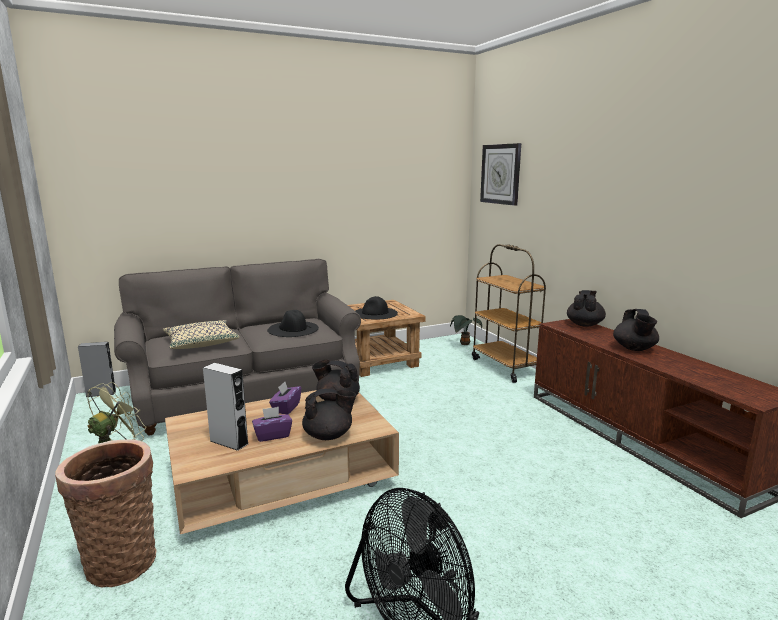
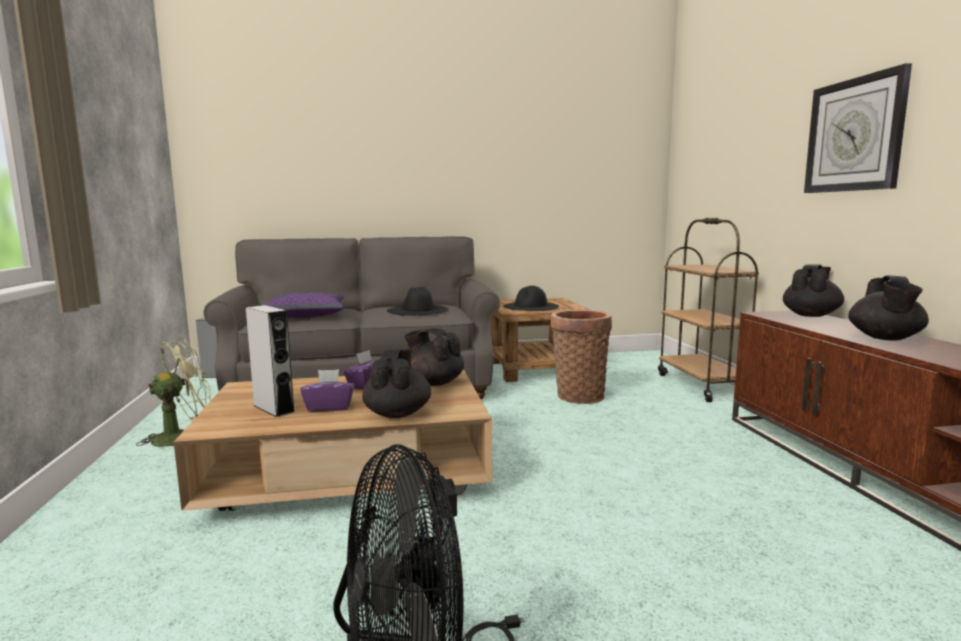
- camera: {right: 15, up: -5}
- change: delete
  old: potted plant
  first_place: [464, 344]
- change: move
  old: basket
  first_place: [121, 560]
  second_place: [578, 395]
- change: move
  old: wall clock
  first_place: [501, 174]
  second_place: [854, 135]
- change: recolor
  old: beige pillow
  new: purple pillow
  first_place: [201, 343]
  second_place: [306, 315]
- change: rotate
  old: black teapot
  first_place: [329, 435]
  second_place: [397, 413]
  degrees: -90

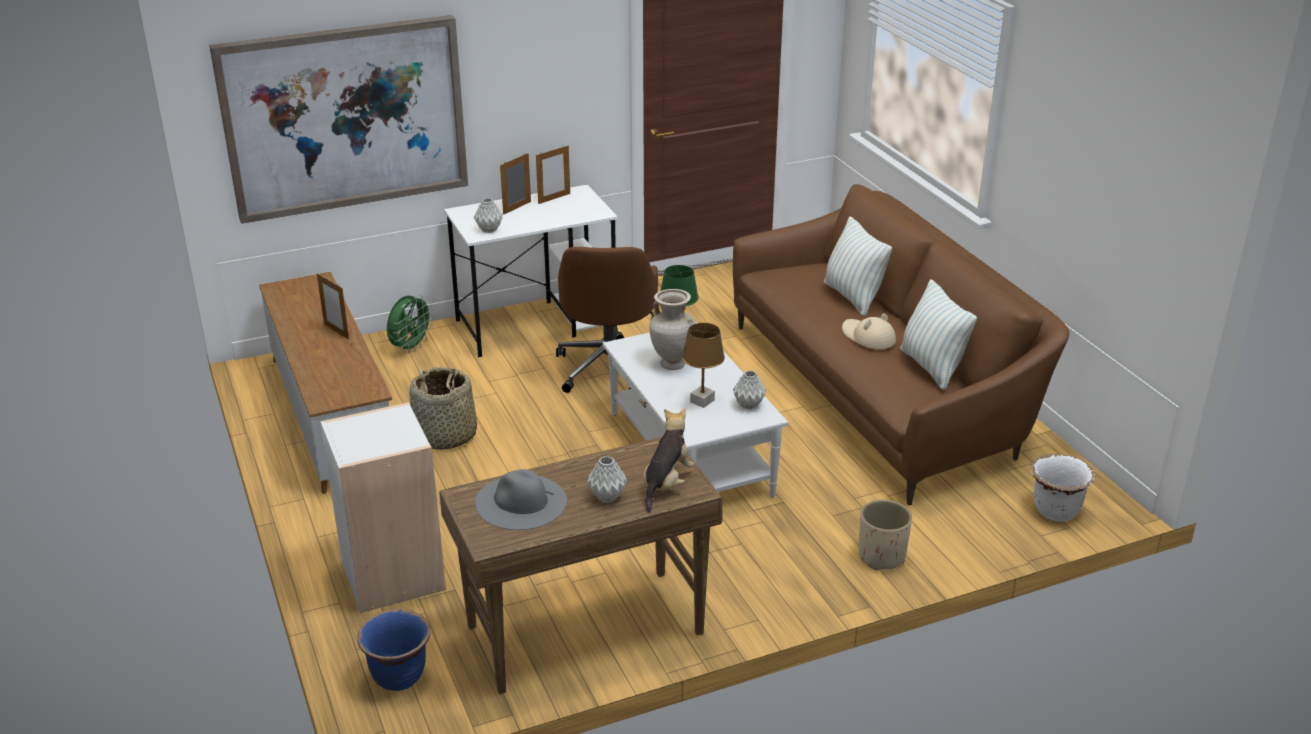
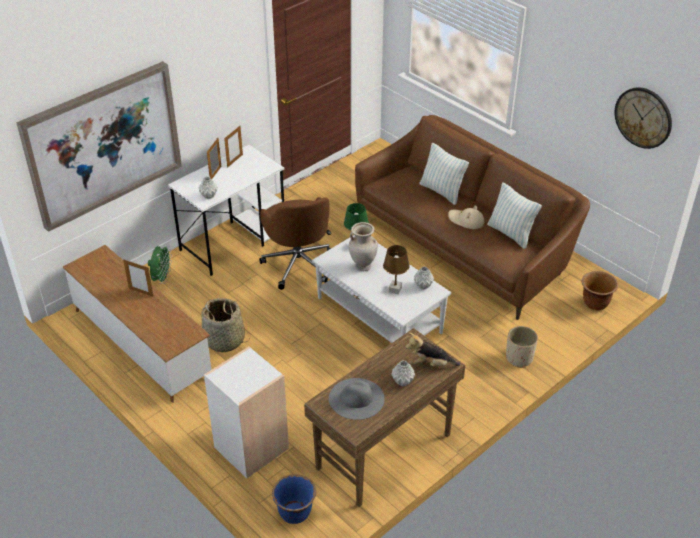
- camera: {right: -20, up: 10}
- change: insert
  new: wall clock
  second_place: [643, 117]
- change: recolor
  old: white planter
  new: brown planter
  first_place: [1055, 511]
  second_place: [595, 303]
- change: rotate
  old: plush toy
  first_place: [666, 484]
  second_place: [430, 364]
  degrees: -90

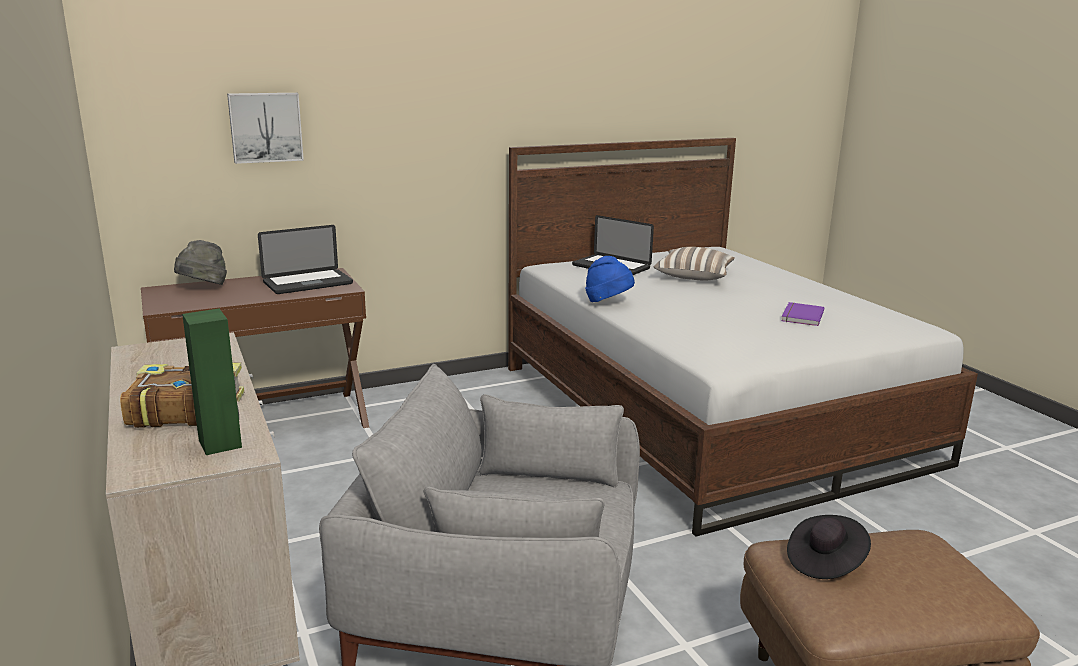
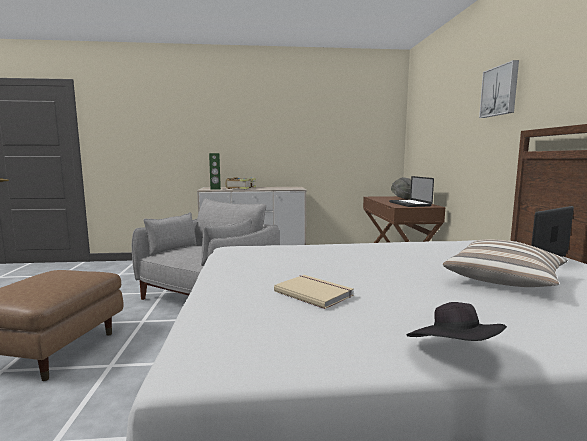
- camera: {right: 110, up: -10}
- change: delete
  old: blue hat
  first_place: [608, 302]
- change: move
  old: picture
  first_place: [265, 127]
  second_place: [500, 91]
- change: move
  old: black hat
  first_place: [825, 562]
  second_place: [454, 354]
- change: recolor
  old: purple book
  new: beige book
  first_place: [800, 316]
  second_place: [314, 293]

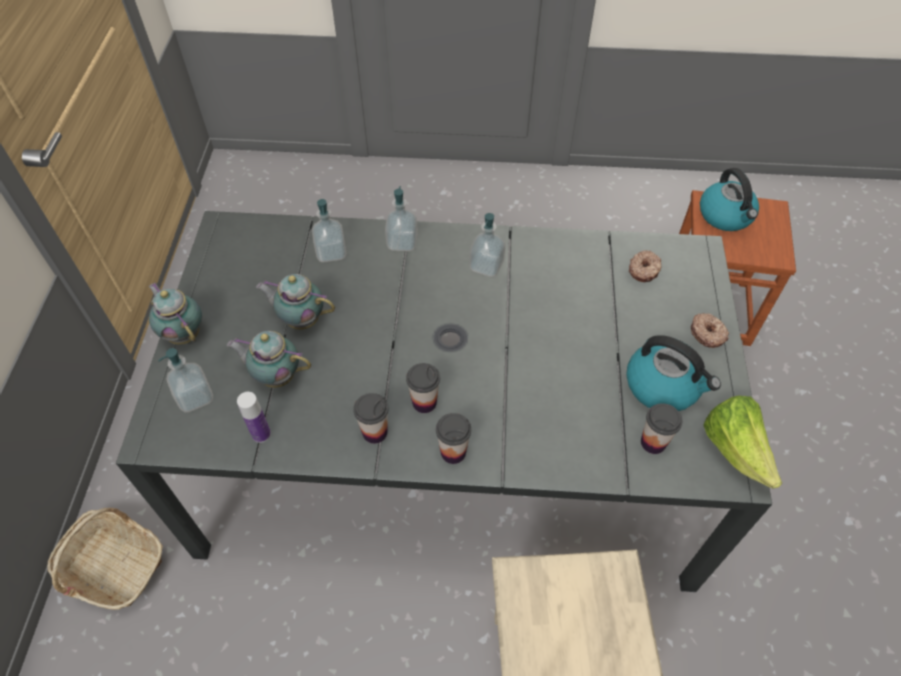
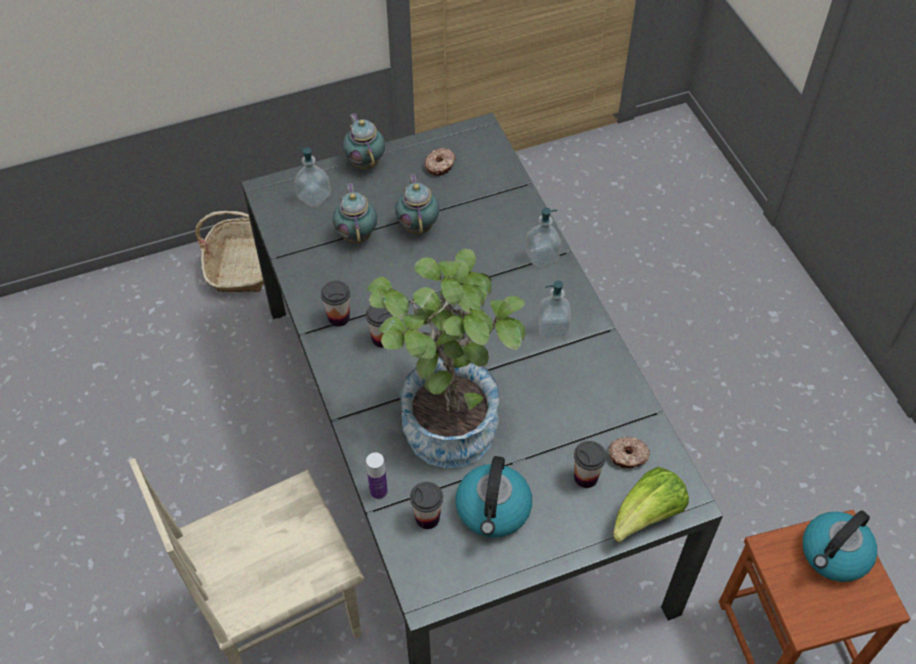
- camera: {right: 65, up: 0}
- change: delete
  old: soap dispenser
  first_place: [331, 252]
- change: insert
  new: potted plant
  second_place: [449, 416]
- change: move
  old: bottle
  first_place: [261, 434]
  second_place: [378, 491]
- change: move
  old: cup
  first_place: [453, 452]
  second_place: [586, 477]
- change: move
  old: donut
  first_place: [707, 333]
  second_place: [440, 165]
- change: move
  old: lettuce
  first_place: [735, 450]
  second_place: [646, 516]
- change: rotate
  old: teapot
  first_place: [183, 333]
  second_place: [365, 162]
  degrees: -45

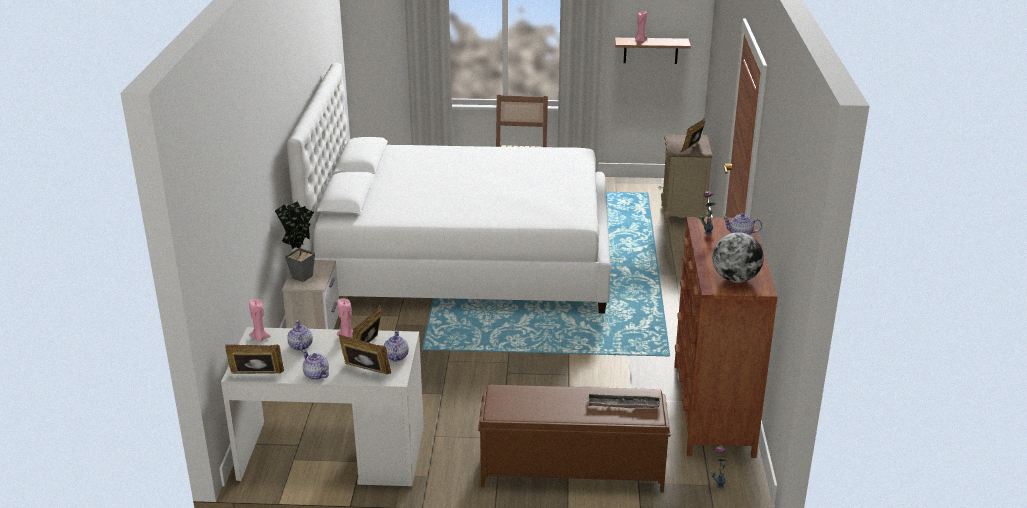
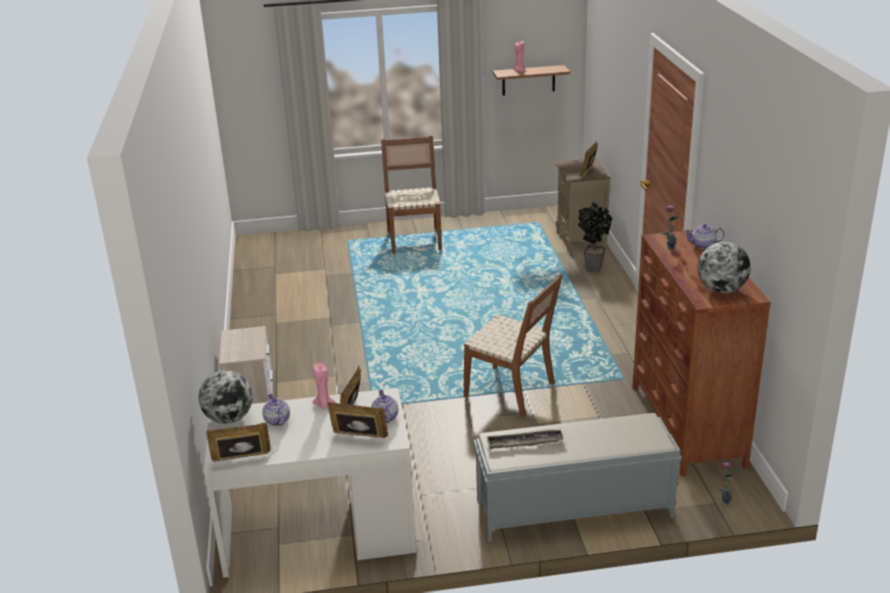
- camera: {right: -10, up: 0}
- change: delete
  old: white bed
  first_place: [462, 259]
- change: delete
  old: teapot
  first_place: [316, 374]
- change: insert
  new: chair
  second_place: [512, 392]
- change: move
  old: potted plant
  first_place: [301, 275]
  second_place: [591, 267]
- change: move
  old: tray
  first_place: [623, 404]
  second_place: [524, 442]
- change: replace
  old: pink candle
  new: globe
  first_place: [260, 338]
  second_place: [229, 418]
- change: recolor
  old: brown bench
  new: grey bench
  first_place: [570, 469]
  second_place: [572, 509]

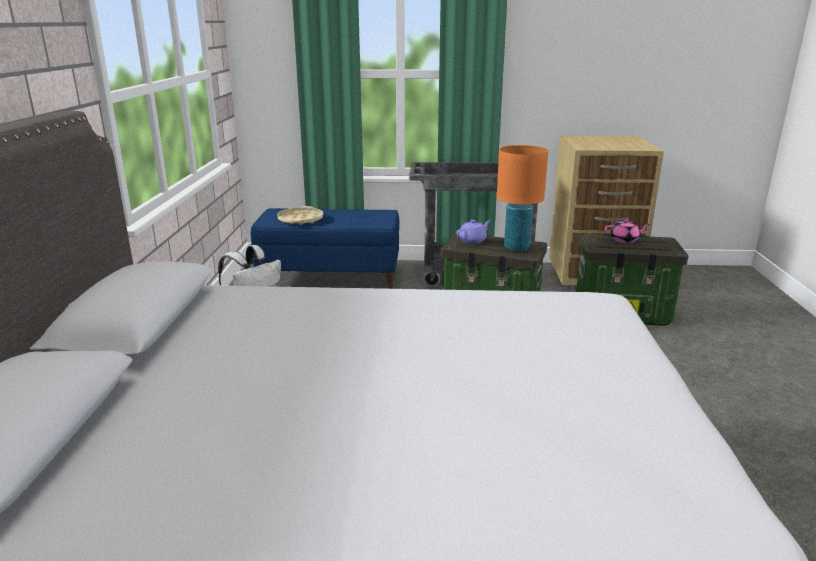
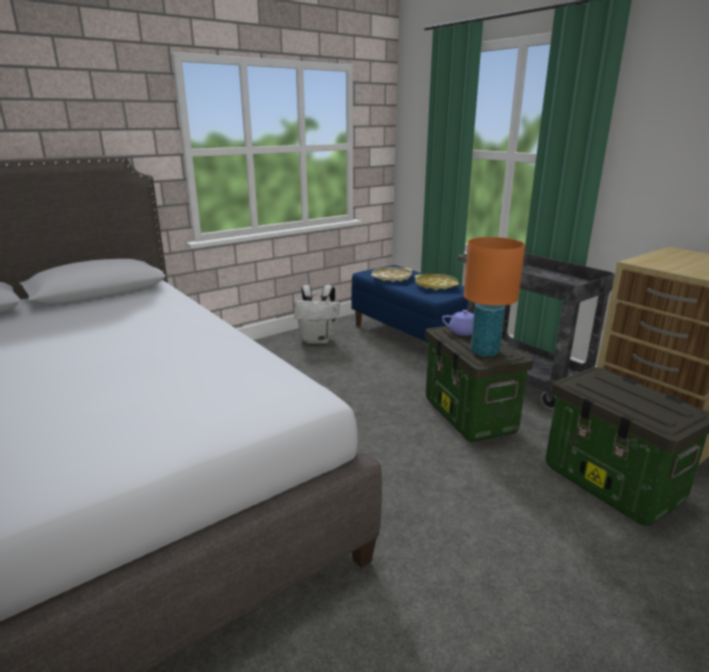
- camera: {right: 50, up: 0}
- change: delete
  old: pink teapot
  first_place: [624, 240]
- change: insert
  new: yellow tray
  second_place: [436, 285]

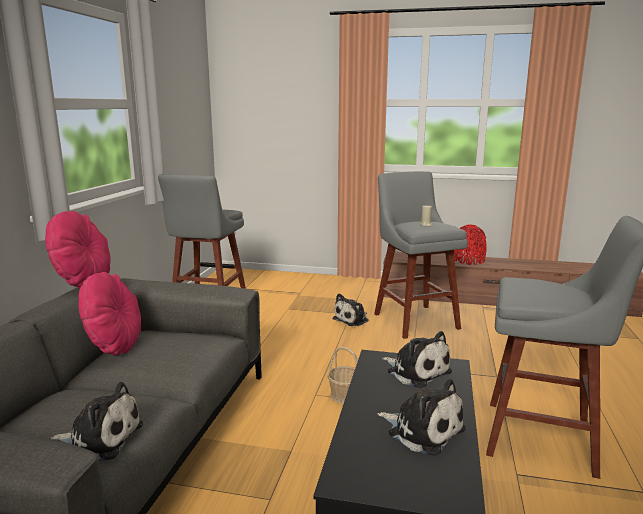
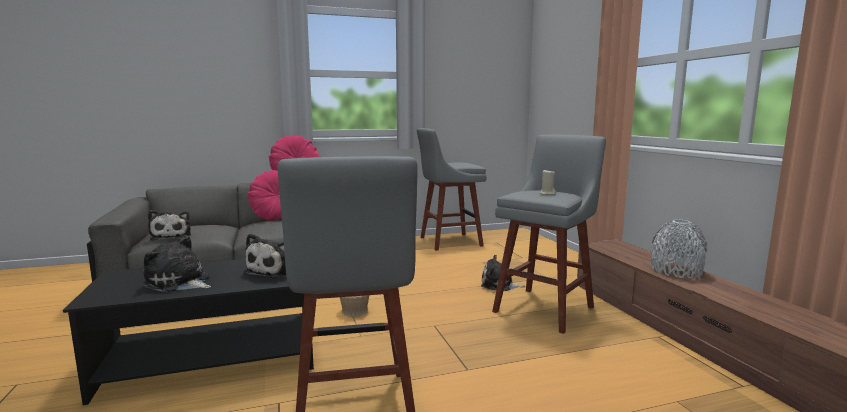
- camera: {right: 60, up: -5}
- change: recolor
  old: red vase
  new: grey vase
  first_place: [468, 260]
  second_place: [676, 270]
- change: rotate
  old: plush toy
  first_place: [422, 430]
  second_place: [179, 283]
  degrees: 105

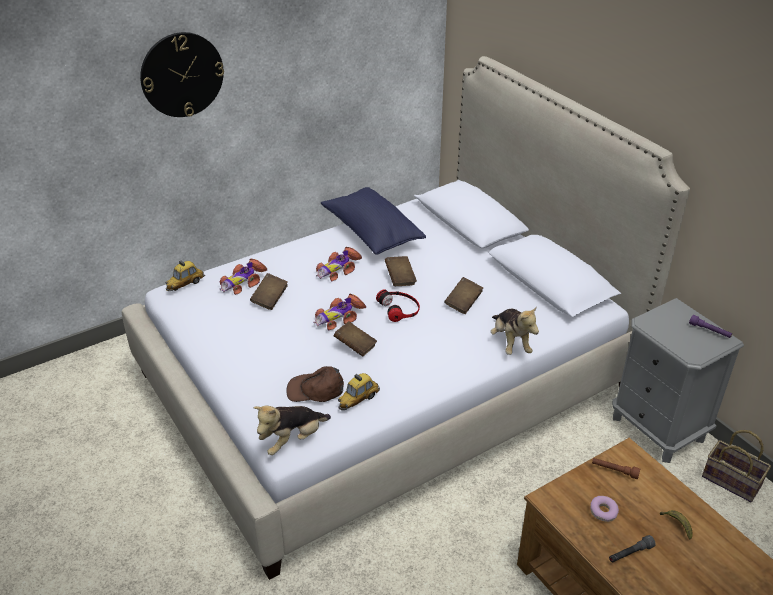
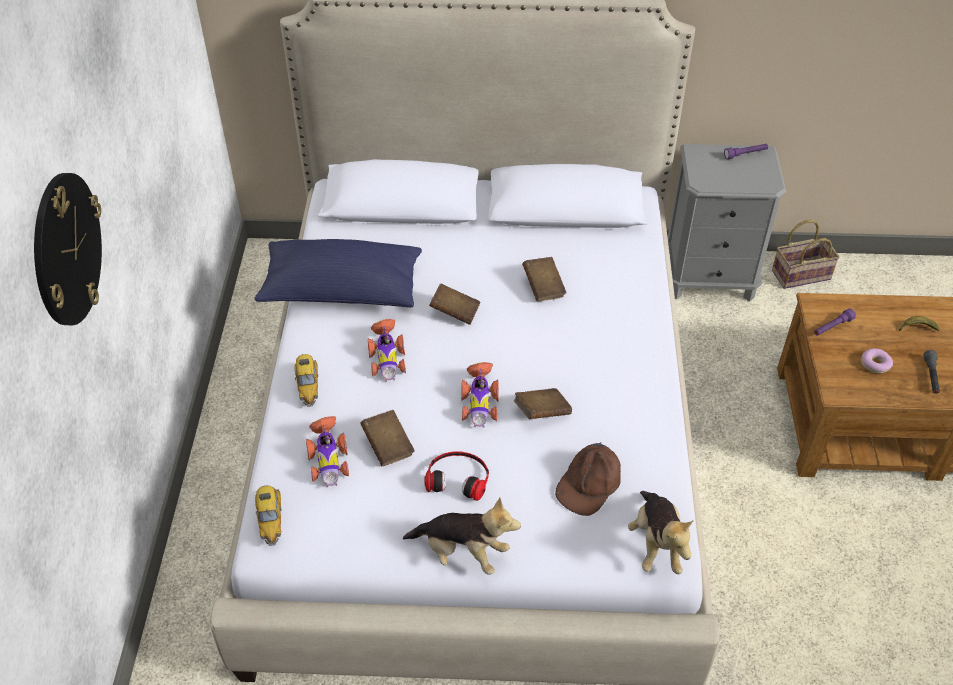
- camera: {right: -55, up: 10}
- change: move
  old: toy car
  first_place: [358, 400]
  second_place: [308, 387]
- change: move
  old: headphones
  first_place: [400, 308]
  second_place: [458, 477]
- change: move
  old: plush toy
  first_place: [510, 342]
  second_place: [462, 553]
- change: recolor
  old: brown flashlight
  new: purple flashlight
  first_place: [614, 471]
  second_place: [832, 327]

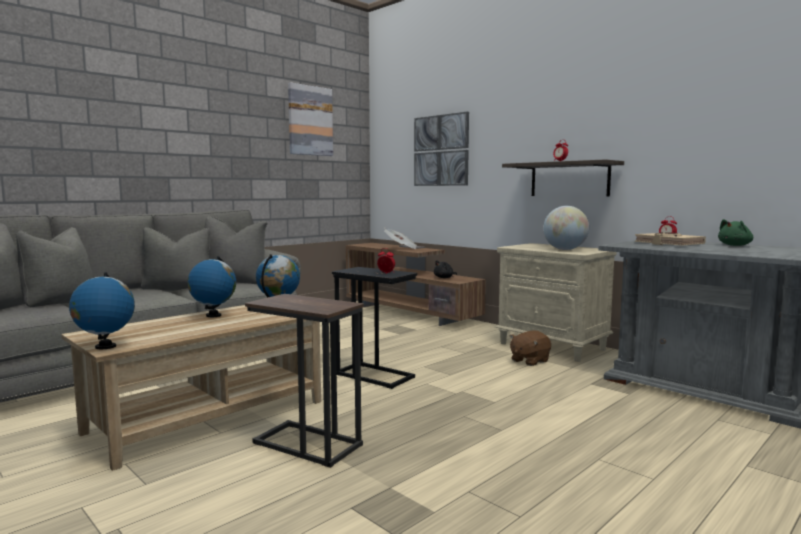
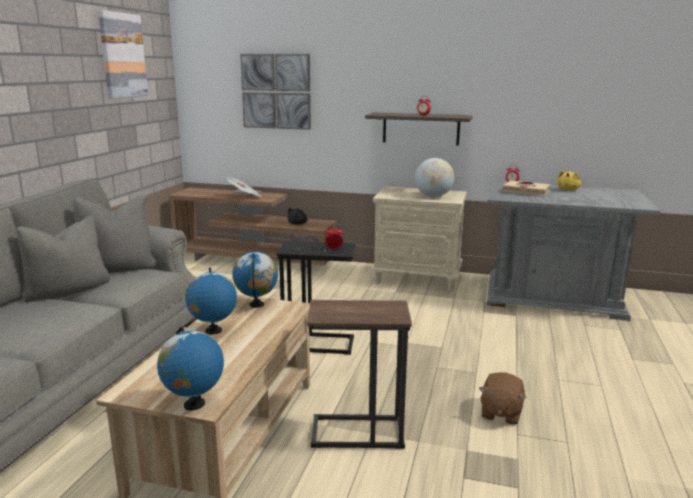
- camera: {right: -30, up: 10}
- change: move
  old: brown plush toy
  first_place: [529, 361]
  second_place: [500, 413]
- change: recolor
  old: green plush toy
  new: yellow plush toy
  first_place: [735, 245]
  second_place: [568, 189]

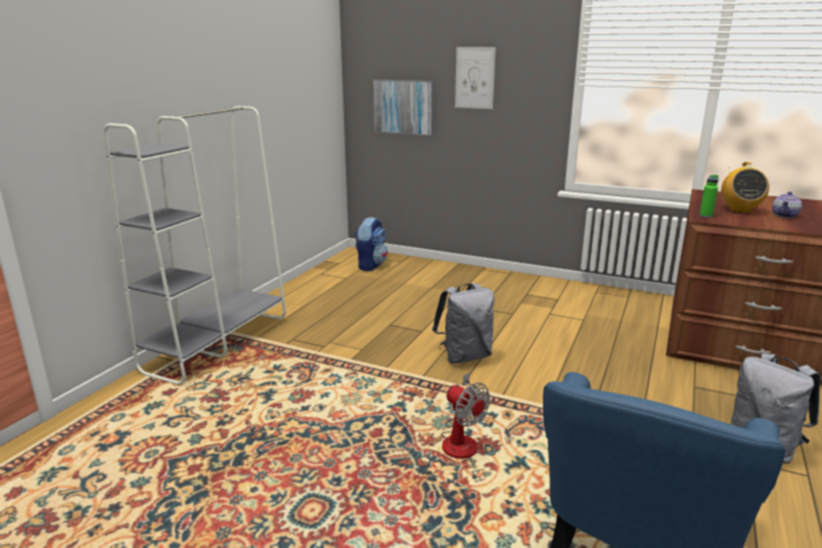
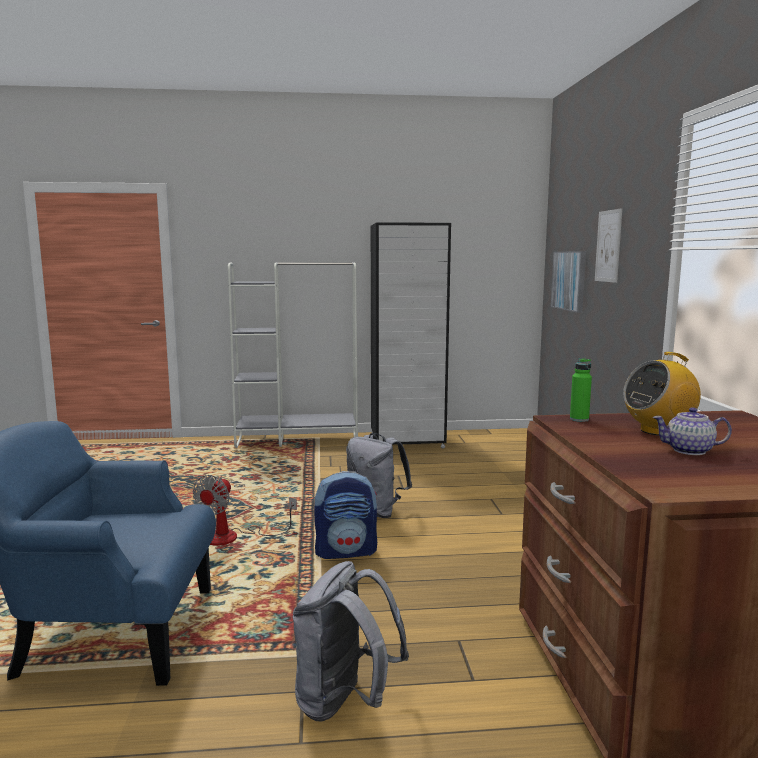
- camera: {right: 60, up: -10}
- change: insert
  new: wardrobe
  second_place: [407, 441]
- change: move
  old: backpack
  first_place: [371, 265]
  second_place: [346, 551]

